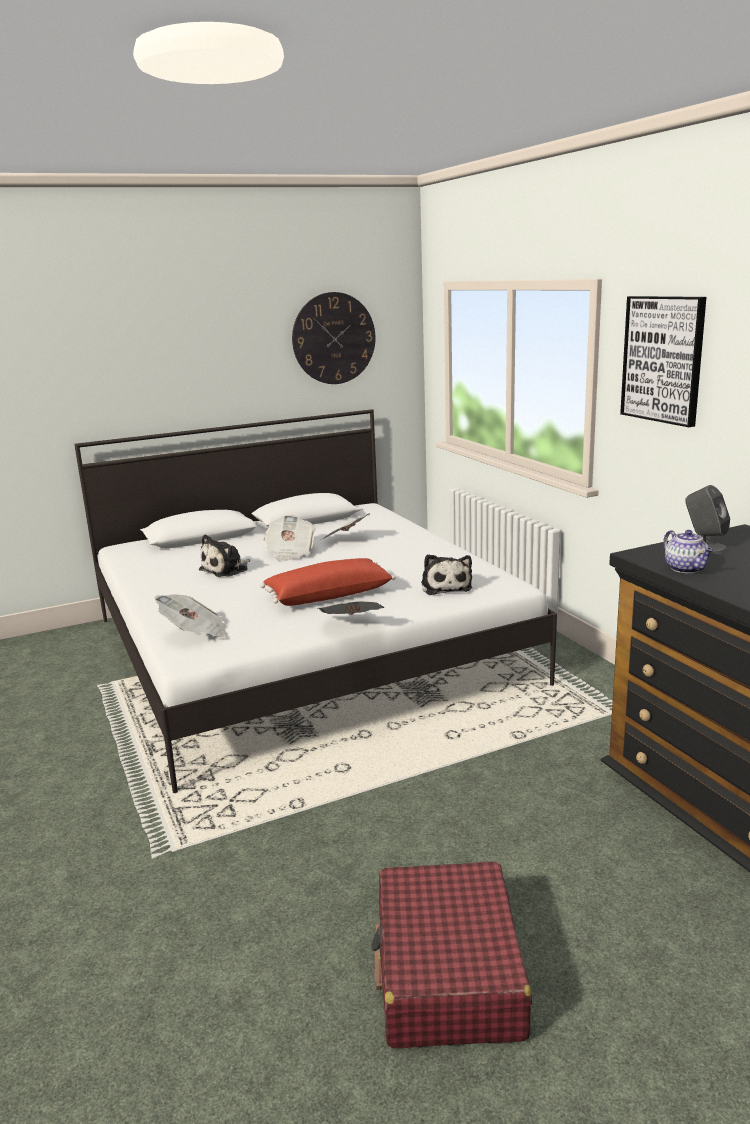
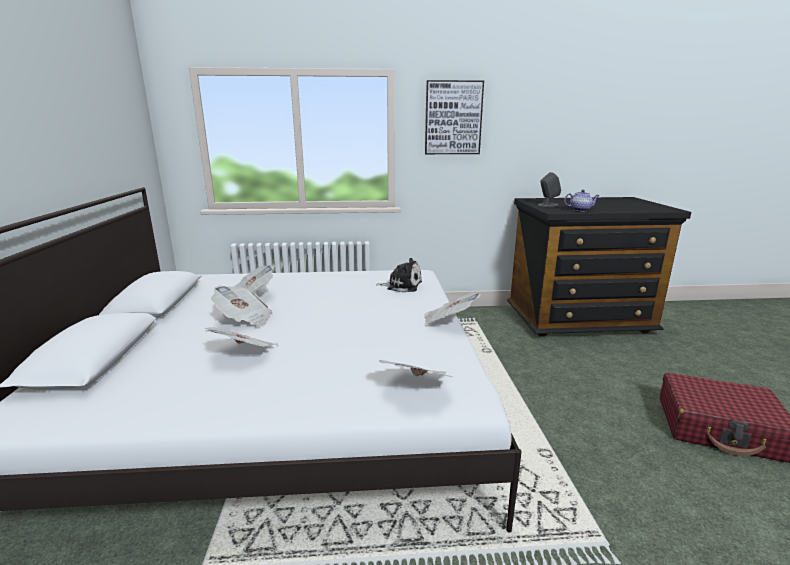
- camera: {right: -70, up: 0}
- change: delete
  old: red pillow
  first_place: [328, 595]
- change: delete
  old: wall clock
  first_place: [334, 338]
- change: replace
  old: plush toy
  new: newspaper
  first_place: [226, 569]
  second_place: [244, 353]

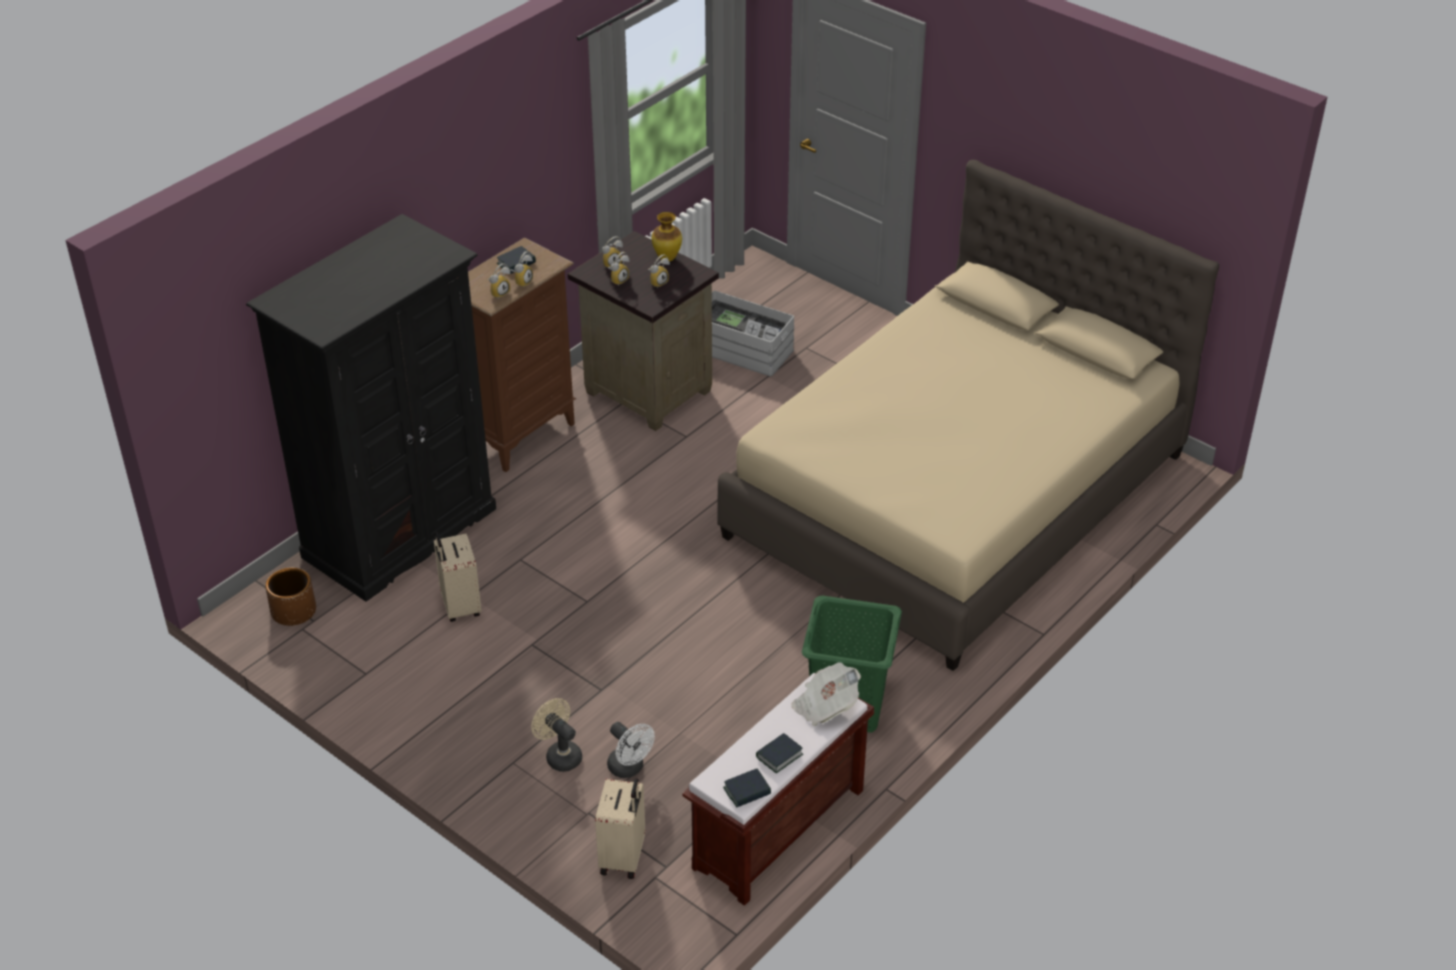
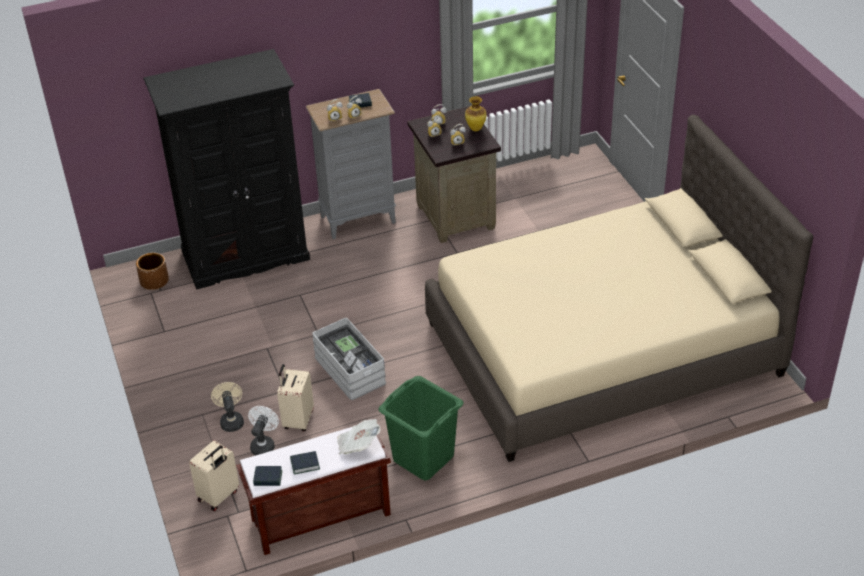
- camera: {right: 30, up: 0}
- change: move
  old: beige suitcase
  first_place: [459, 606]
  second_place: [297, 420]
- change: move
  old: grey storage box
  first_place: [743, 349]
  second_place: [350, 370]
- change: recolor
  old: brown dresser
  new: grey dresser
  first_place: [523, 435]
  second_place: [359, 220]
- change: rotate
  old: white fan
  first_place: [629, 768]
  second_place: [264, 444]
  degrees: -150

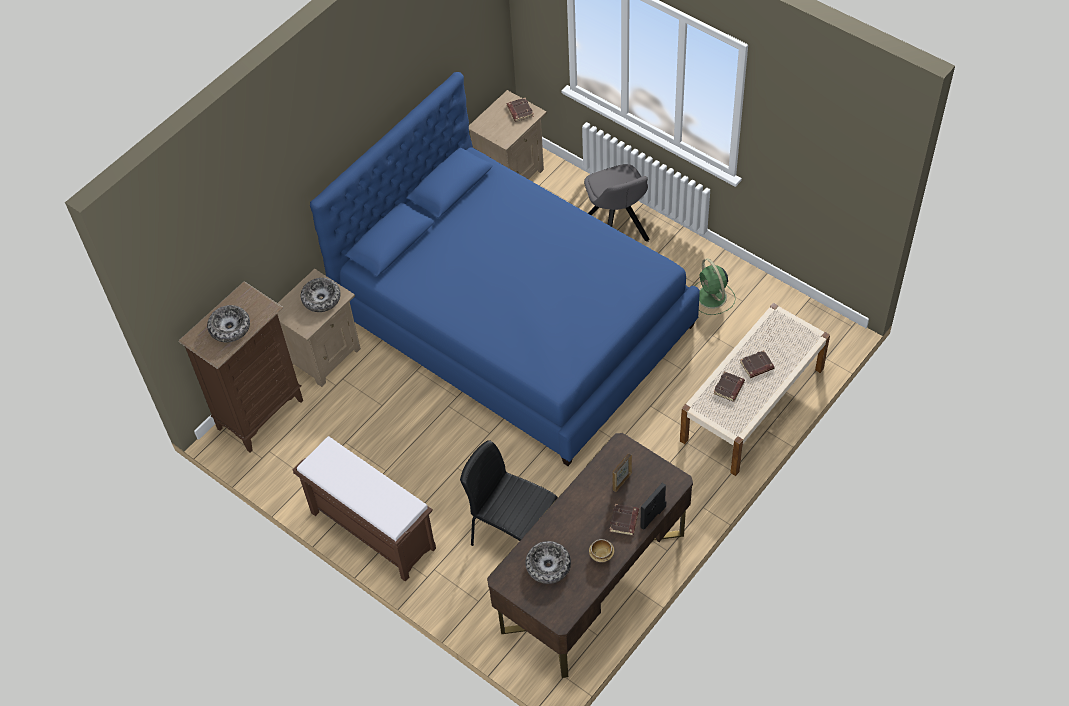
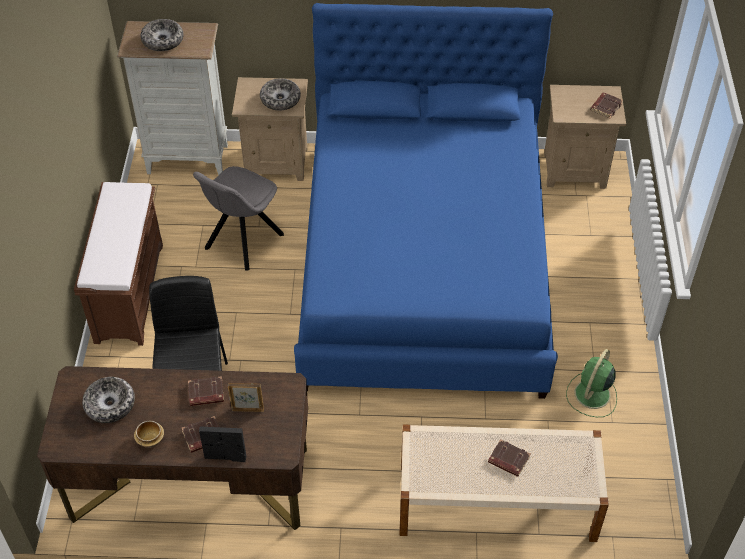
- camera: {right: 50, up: -5}
- change: move
  old: grey chair
  first_place: [617, 229]
  second_place: [243, 241]
- change: move
  old: brown book
  first_place: [729, 388]
  second_place: [205, 394]
- change: recolor
  old: brown dresser
  new: white dresser
  first_place: [262, 414]
  second_place: [189, 160]

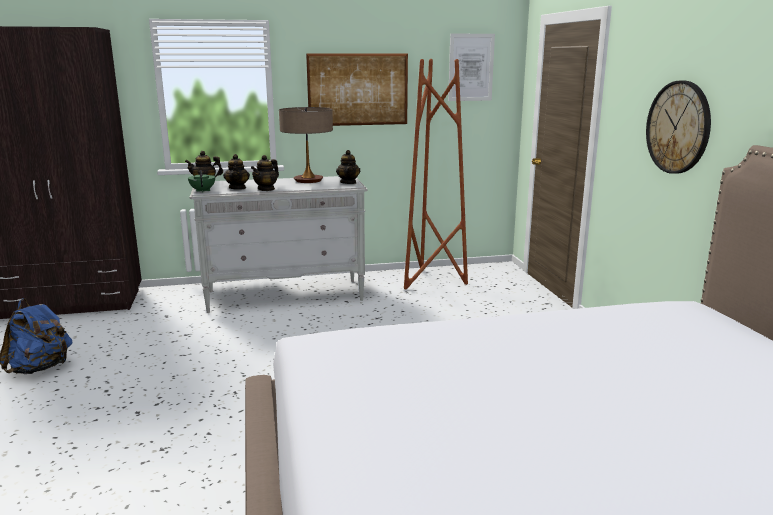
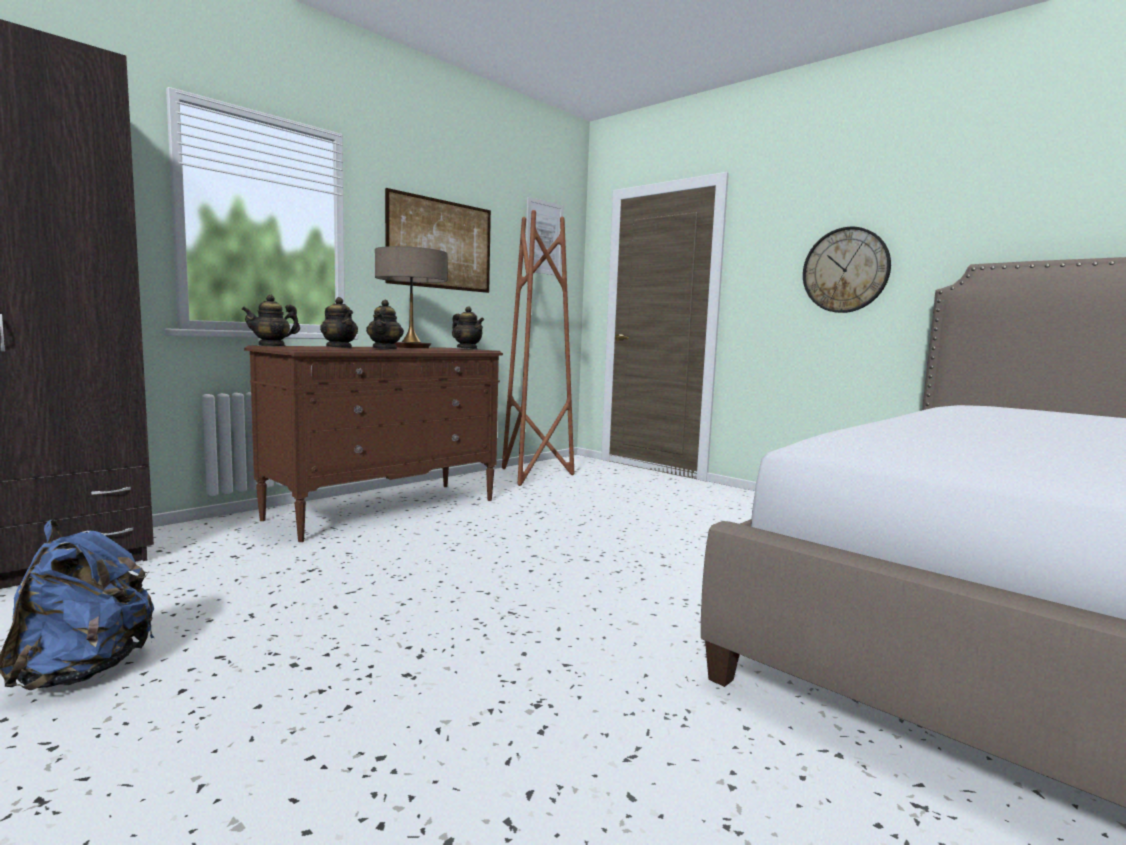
- camera: {right: -35, up: -10}
- change: delete
  old: green teapot
  first_place: [203, 191]
- change: recolor
  old: white dresser
  new: brown dresser
  first_place: [286, 296]
  second_place: [387, 509]

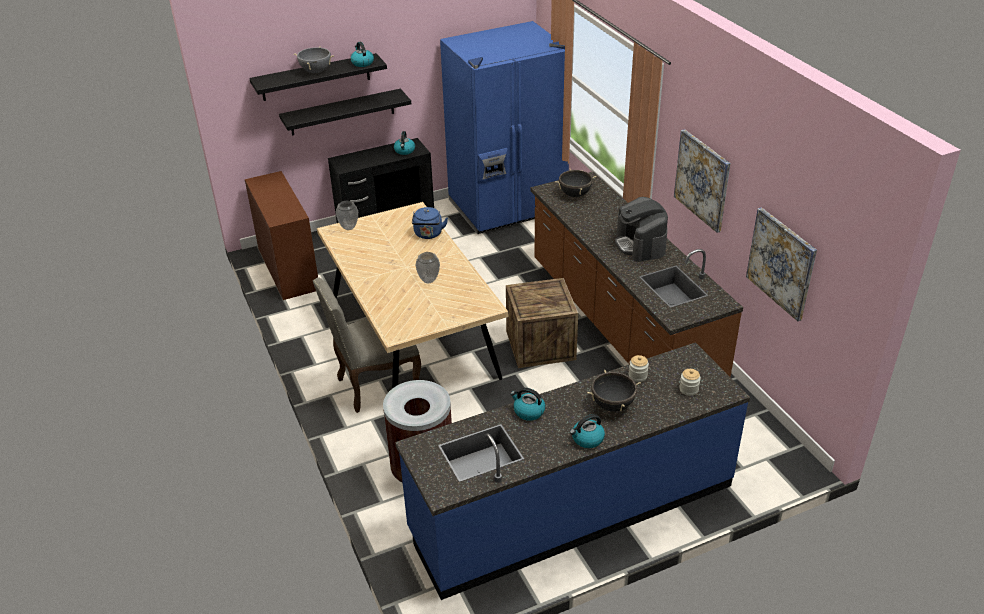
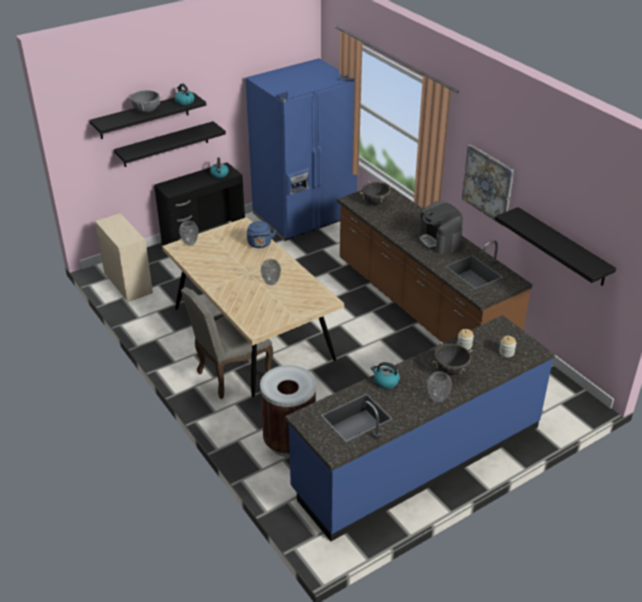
- camera: {right: -10, up: 0}
- change: delete
  old: crate
  first_place: [540, 345]
- change: replace
  old: brown desk
  new: beige dresser
  first_place: [287, 269]
  second_place: [128, 283]
- change: replace
  old: kettle
  new: vase
  first_place: [587, 439]
  second_place: [438, 398]
- change: replace
  old: picture
  new: black shelf
  first_place: [781, 263]
  second_place: [562, 247]

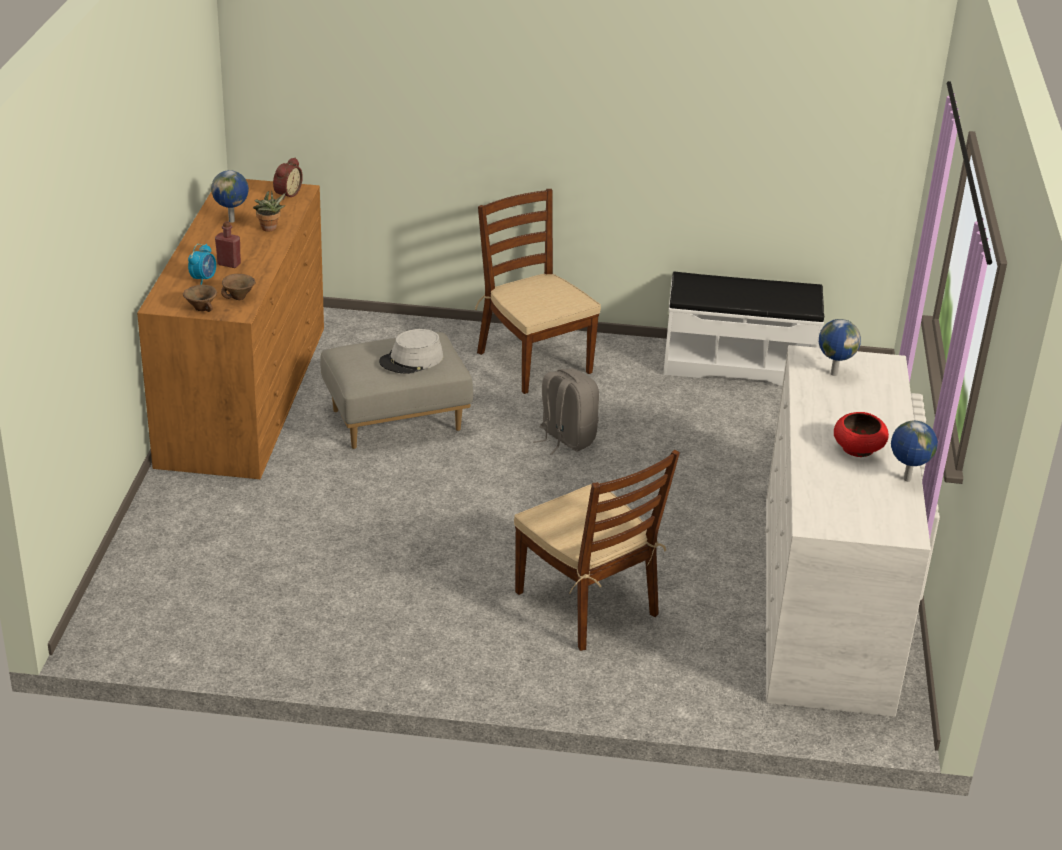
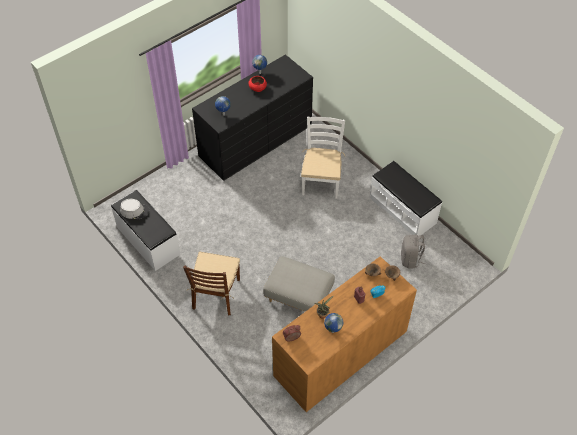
- camera: {right: -135, up: 20}
- change: insert
  new: white bench
  second_place: [403, 210]
- change: move
  old: grey hat
  first_place: [411, 360]
  second_place: [135, 211]
- change: move
  old: grey backpack
  first_place: [565, 439]
  second_place: [410, 259]
- change: recolor
  old: brown chair
  new: white chair
  first_place: [587, 604]
  second_place: [321, 181]
- change: recolor
  old: white dresser
  new: black dresser
  first_place: [825, 599]
  second_place: [255, 140]

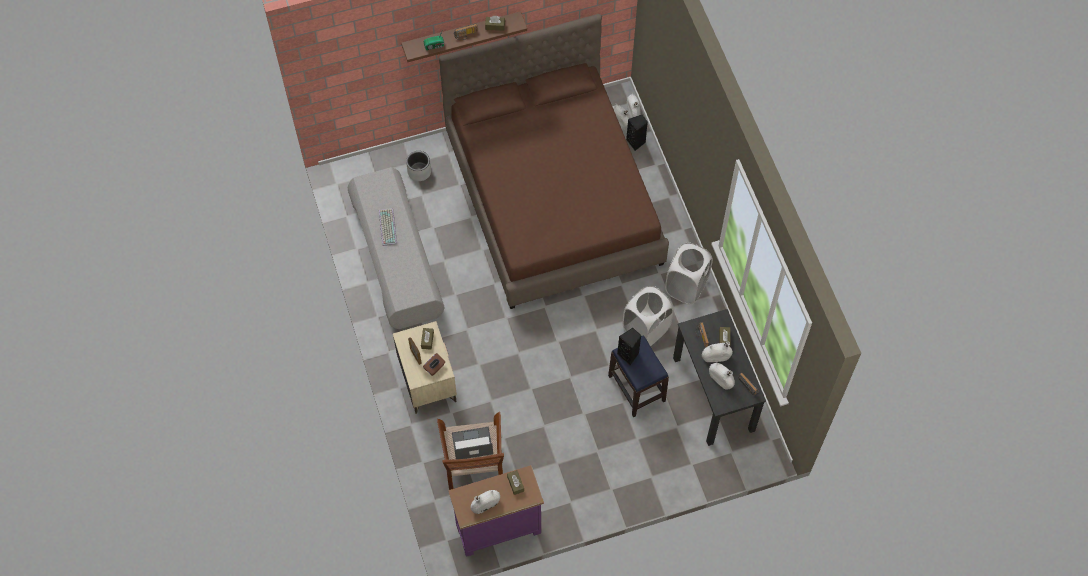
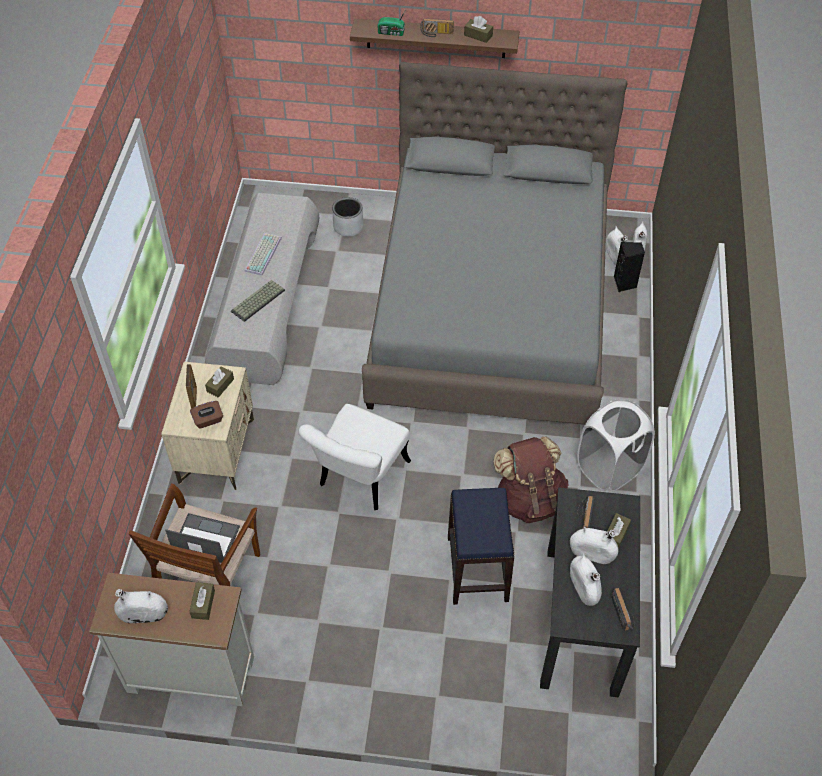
- camera: {right: 25, up: -10}
- change: delete
  old: black speaker
  first_place: [629, 355]
- change: insert
  new: keyboard
  second_place: [258, 301]
- change: insert
  new: white chair
  second_place: [359, 480]
- change: replace
  old: white laundry basket
  new: brown backpack
  first_place: [646, 329]
  second_place: [528, 499]
- change: recolor
  old: brown bed
  new: grey bed
  first_place: [554, 197]
  second_place: [490, 307]
- change: recolor
  old: purple dresser
  new: white dresser
  first_place: [498, 528]
  second_place: [190, 673]

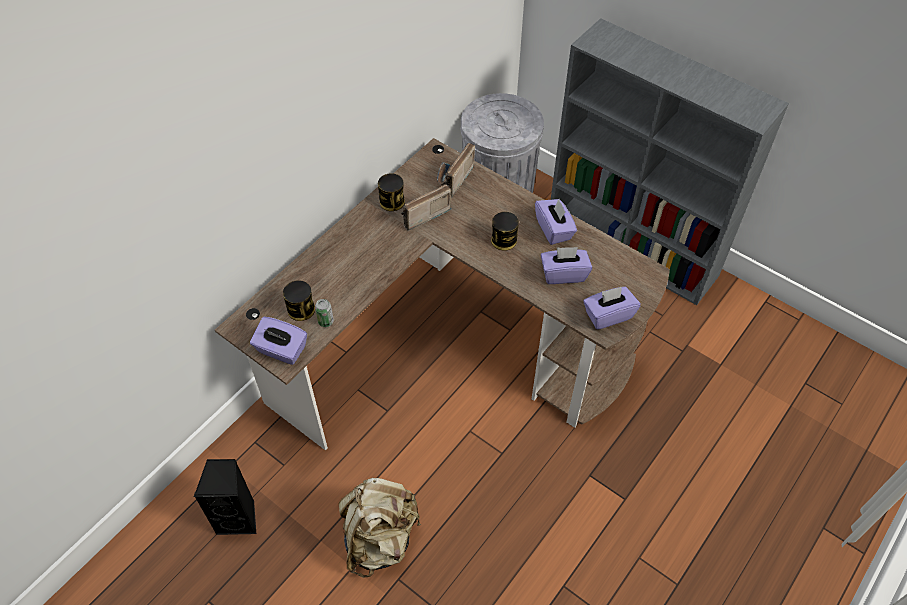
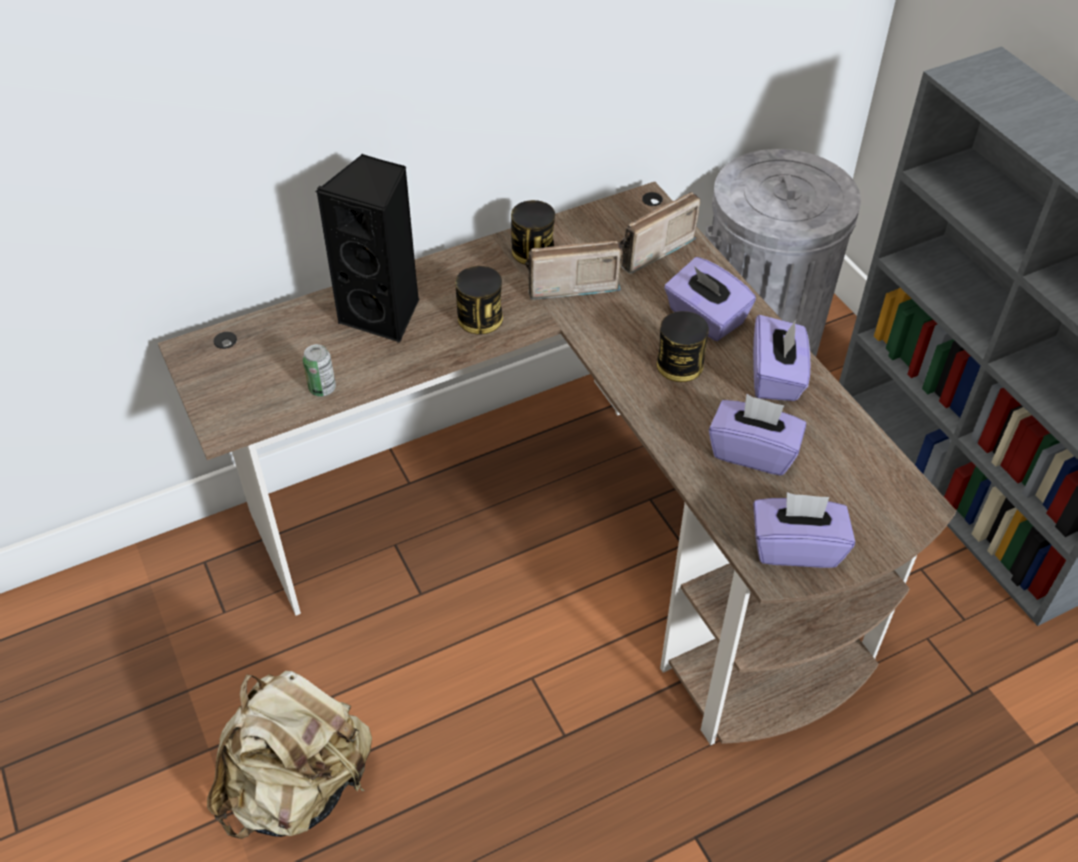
- camera: {right: 25, up: -5}
- change: move
  old: black speaker
  first_place: [239, 517]
  second_place: [384, 314]
- change: move
  old: purple tissue box
  first_place: [281, 350]
  second_place: [705, 318]
- change: move
  old: can
  first_place: [301, 309]
  second_place: [480, 318]

